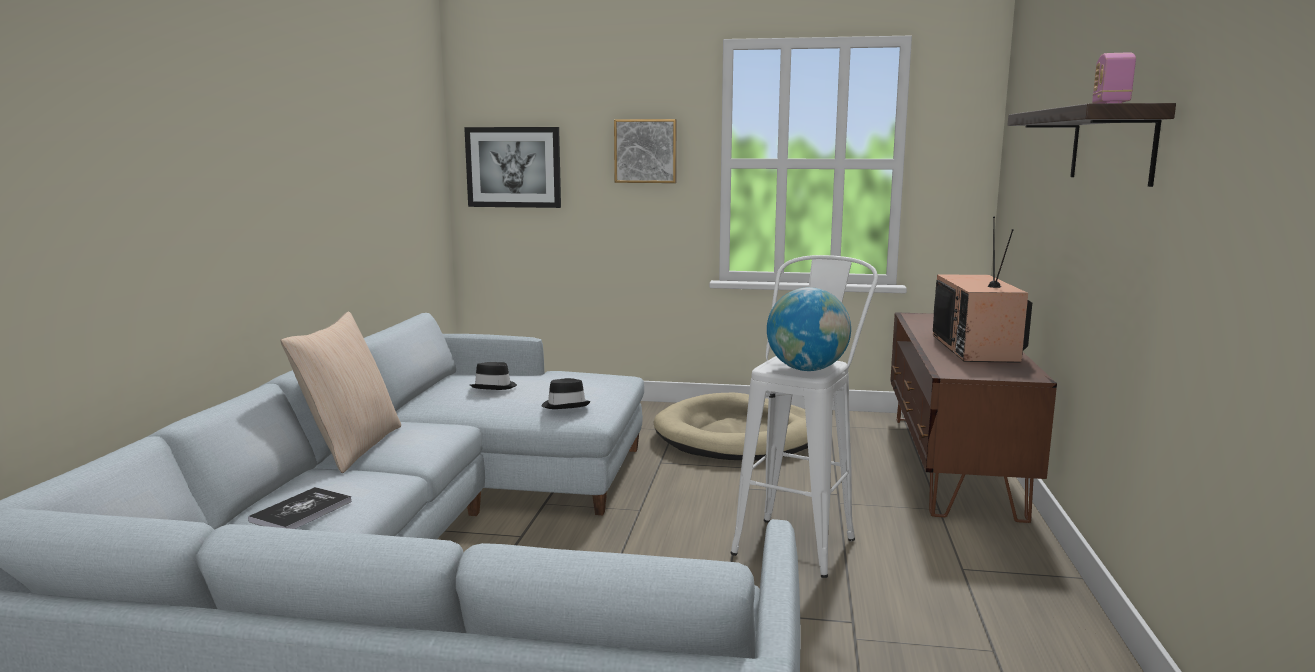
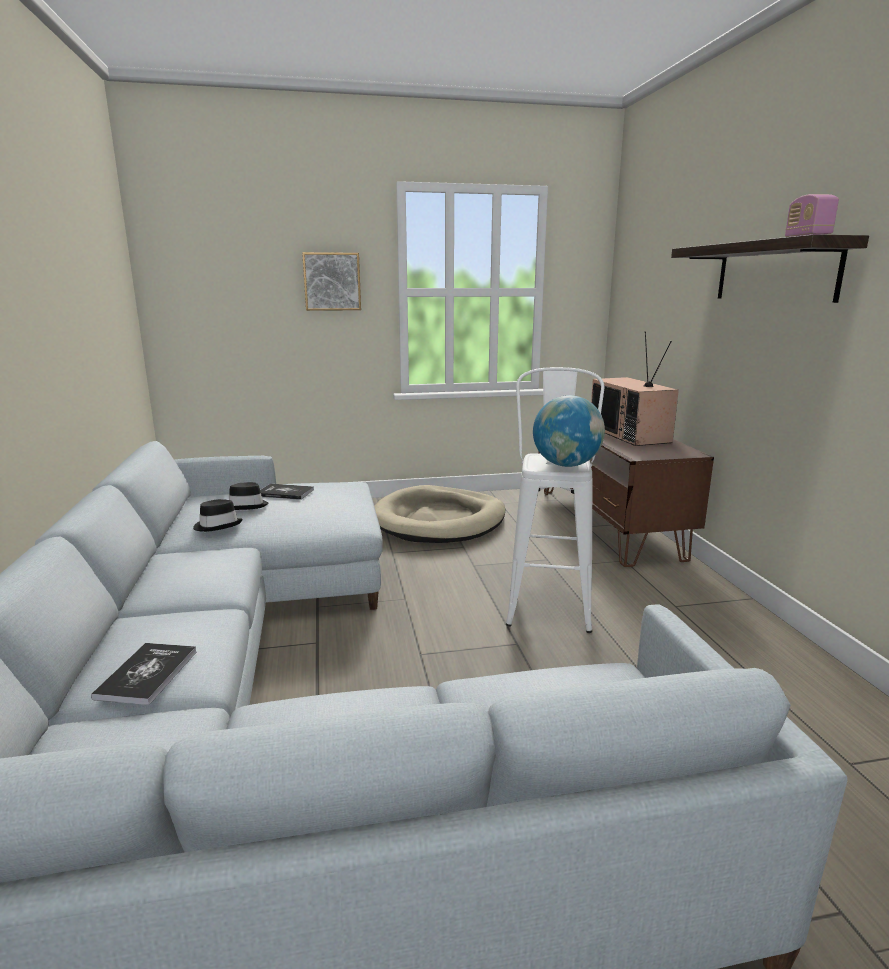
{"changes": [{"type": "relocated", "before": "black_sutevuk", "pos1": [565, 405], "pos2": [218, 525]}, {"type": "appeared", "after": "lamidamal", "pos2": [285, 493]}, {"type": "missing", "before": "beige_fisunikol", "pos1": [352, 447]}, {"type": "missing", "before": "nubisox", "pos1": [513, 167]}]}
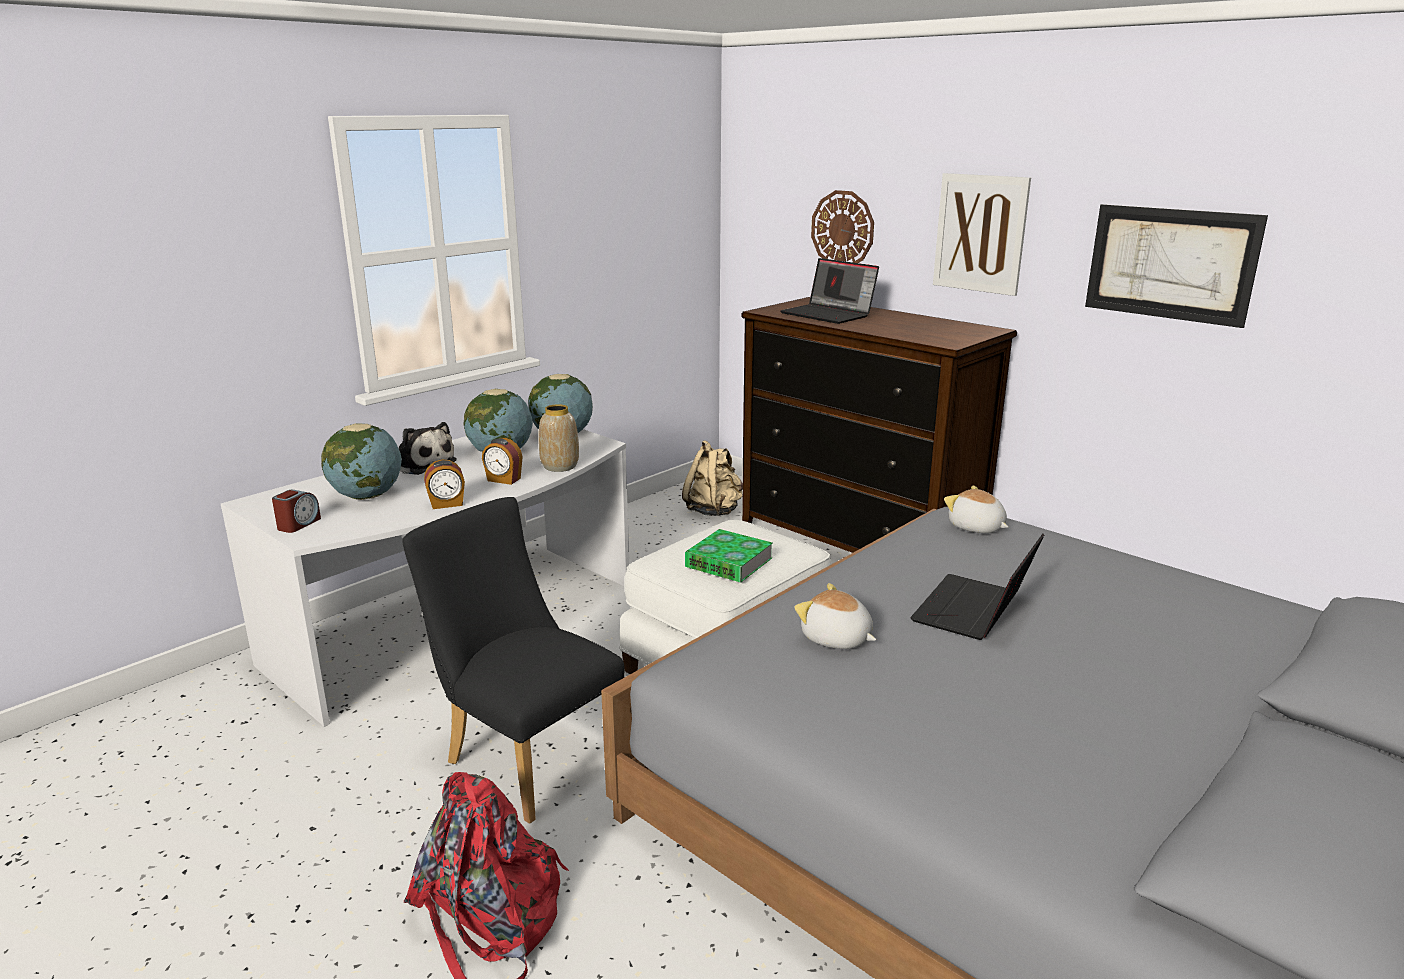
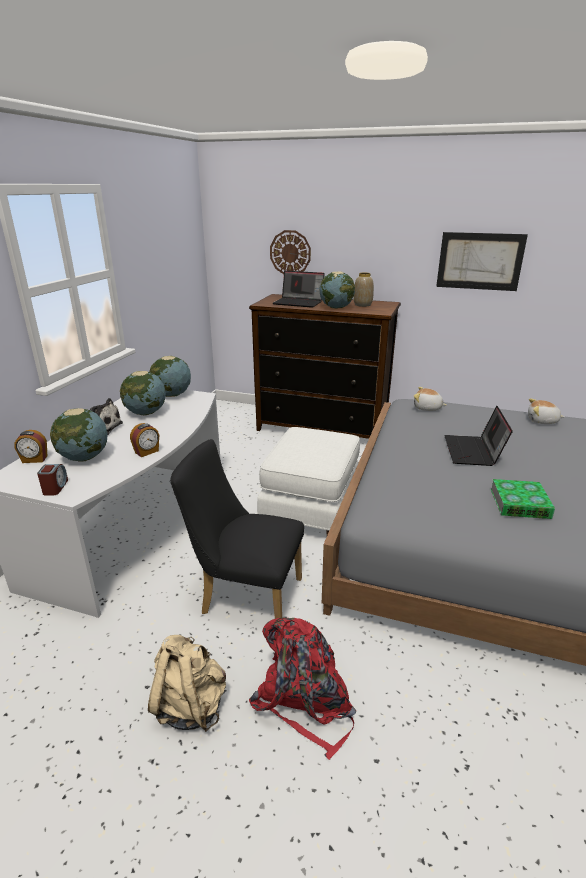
{"changes": [{"type": "relocated", "before": "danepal", "pos1": [503, 480], "pos2": [34, 459]}, {"type": "relocated", "before": "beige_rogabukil", "pos1": [714, 511], "pos2": [190, 705]}, {"type": "appeared", "after": "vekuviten", "pos2": [336, 308]}, {"type": "relocated", "before": "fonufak", "pos1": [560, 466], "pos2": [363, 305]}, {"type": "relocated", "before": "lamidamal", "pos1": [729, 562], "pos2": [519, 503]}, {"type": "relocated", "before": "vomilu", "pos1": [836, 639], "pos2": [542, 421]}, {"type": "missing", "before": "nubisox", "pos1": [980, 233]}]}
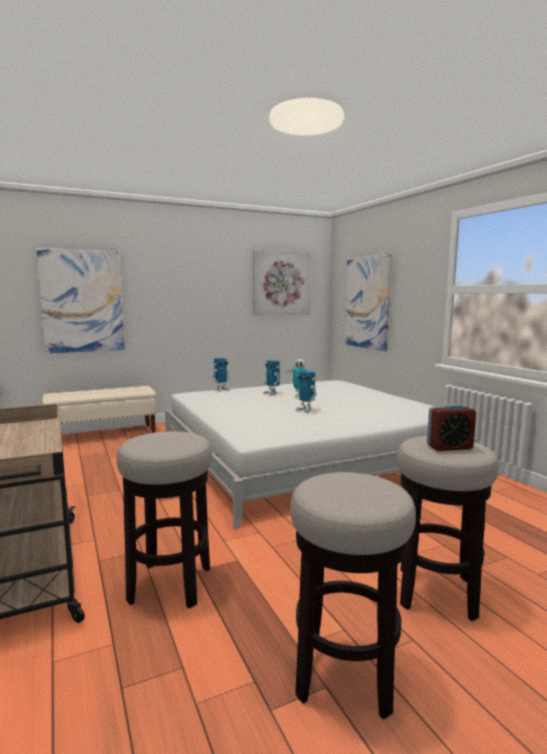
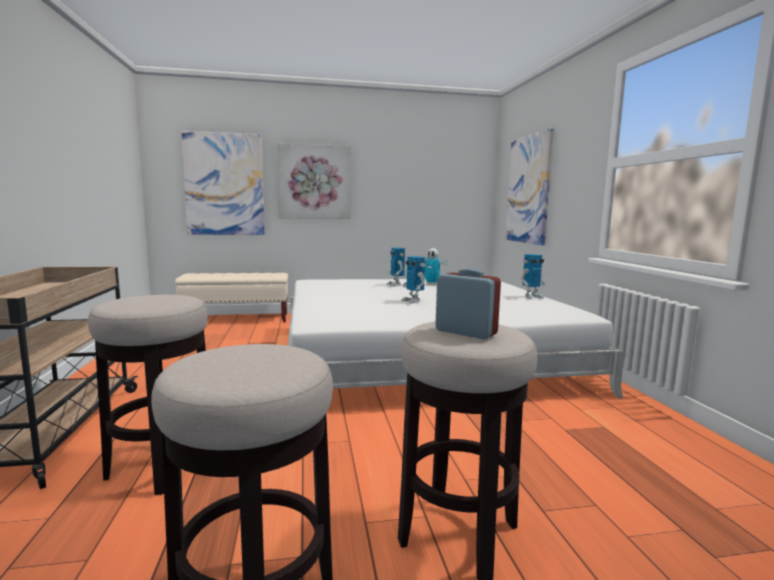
{"changes": [{"type": "relocated", "before": "nubisox", "pos1": [281, 283], "pos2": [314, 182]}, {"type": "spun", "before": "danepal", "pos1": [449, 447], "pos2": [466, 332], "turn": -150}, {"type": "relocated", "before": "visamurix", "pos1": [221, 390], "pos2": [531, 297]}]}
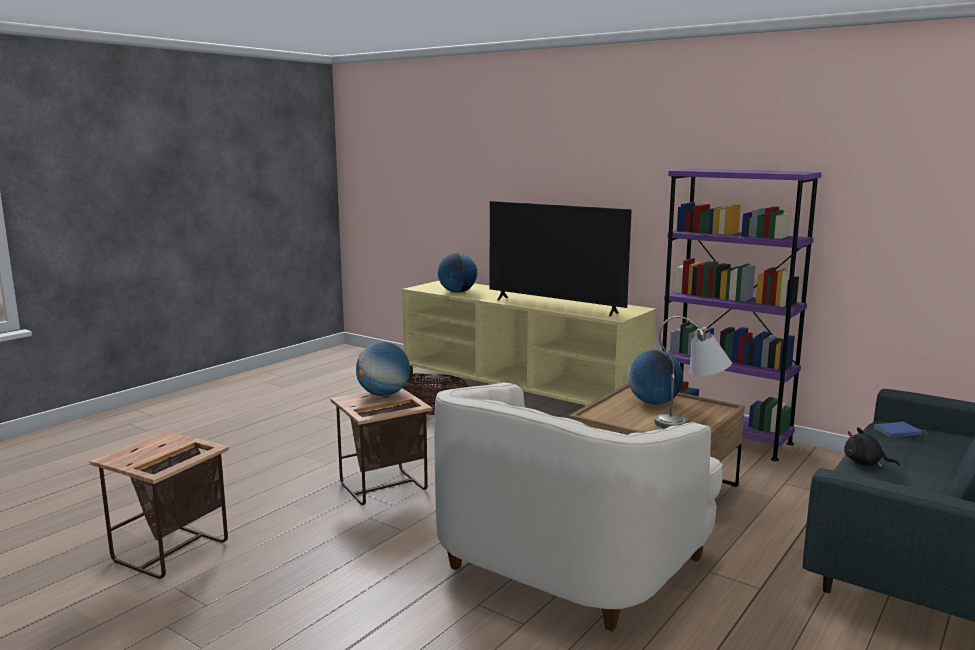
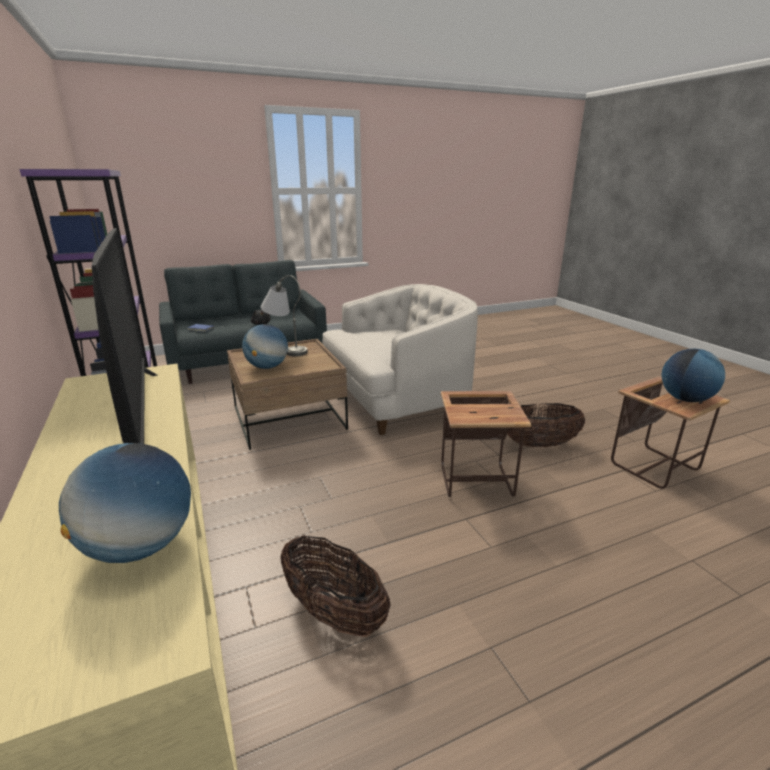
{"changes": [{"type": "appeared", "after": "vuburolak", "pos2": [540, 444]}, {"type": "relocated", "before": "vekuviten", "pos1": [383, 394], "pos2": [685, 399]}]}
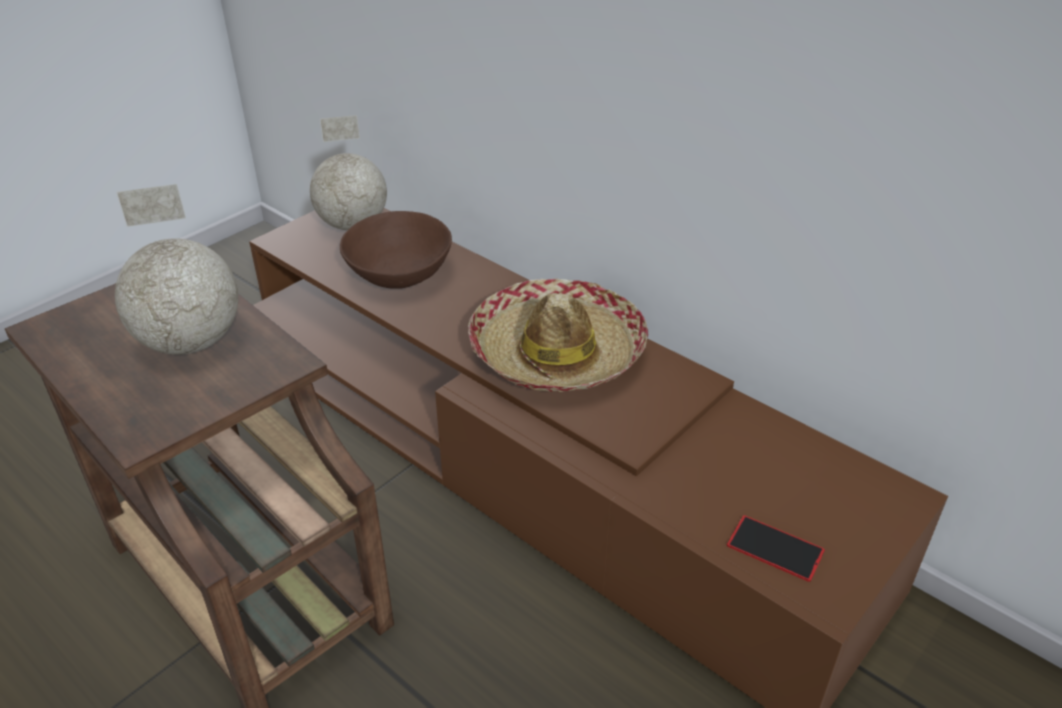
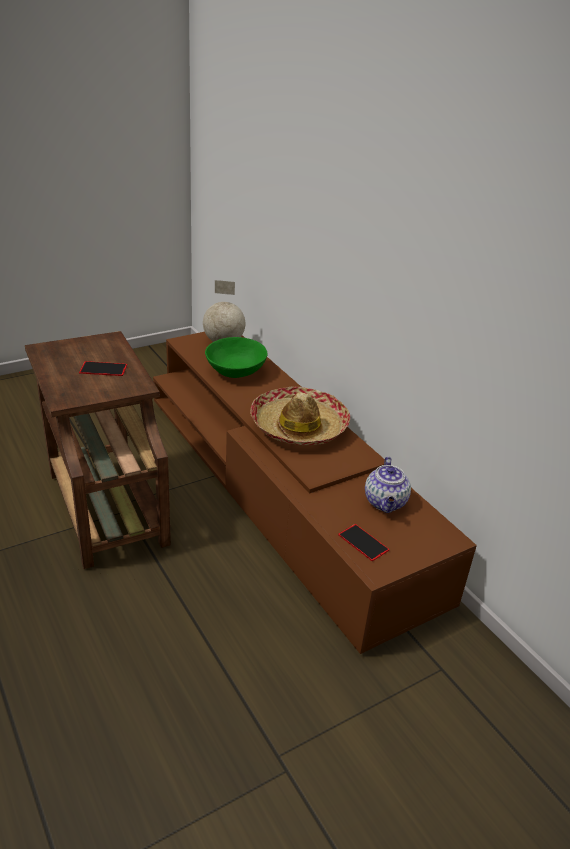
{"changes": [{"type": "exchanged", "before": "vekuviten", "after": "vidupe", "pos1": [192, 343], "pos2": [103, 369]}, {"type": "colour", "before": "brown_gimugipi", "after": "green_gimugipi", "pos1": [398, 273], "pos2": [235, 371]}, {"type": "appeared", "after": "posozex", "pos2": [385, 503]}]}
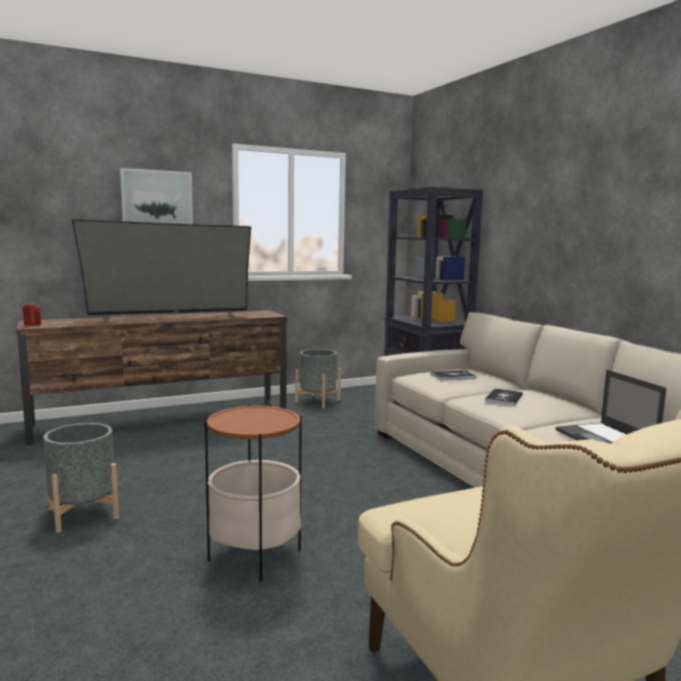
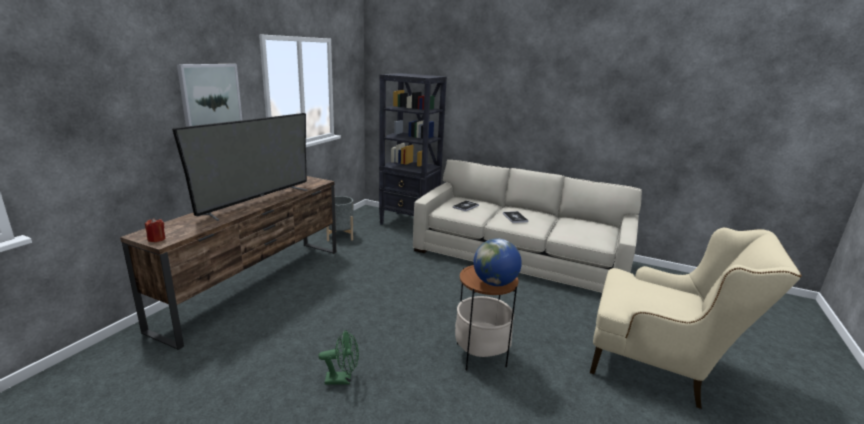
{"changes": [{"type": "exchanged", "before": "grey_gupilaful", "after": "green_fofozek", "pos1": [83, 513], "pos2": [342, 379]}, {"type": "appeared", "after": "vekuviten", "pos2": [495, 283]}, {"type": "missing", "before": "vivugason", "pos1": [606, 440]}]}
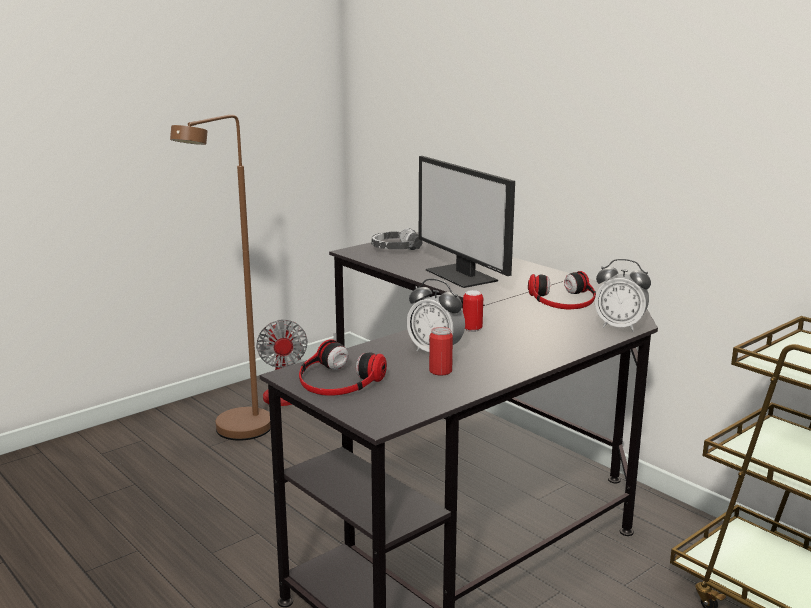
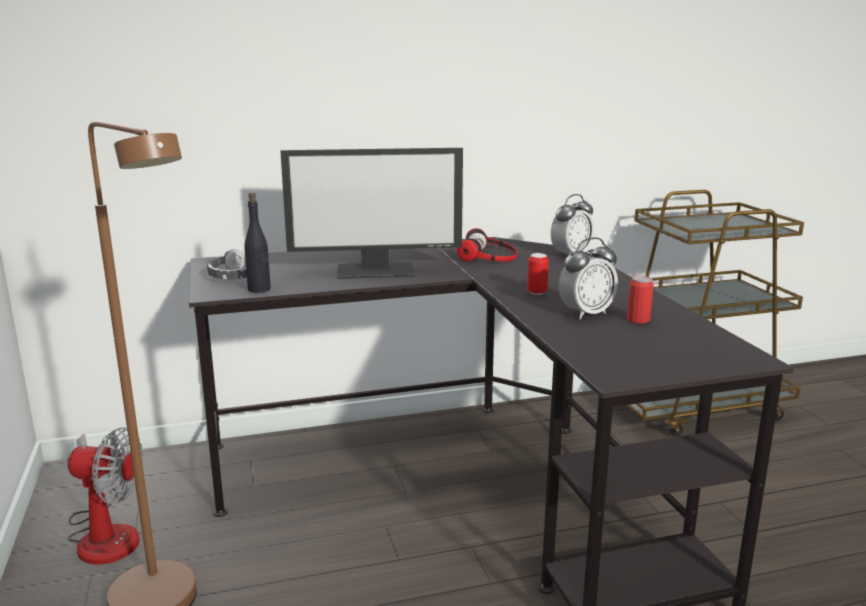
{"changes": [{"type": "appeared", "after": "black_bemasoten", "pos2": [259, 289]}, {"type": "missing", "before": "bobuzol", "pos1": [338, 380]}]}
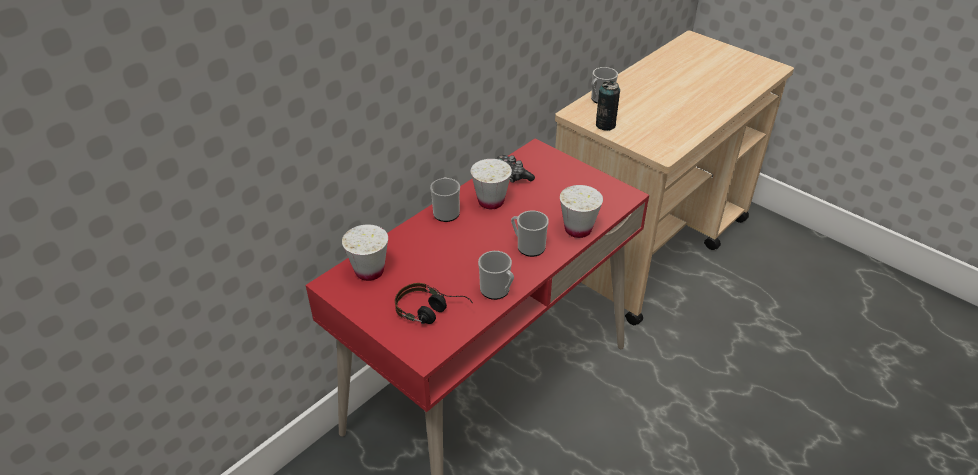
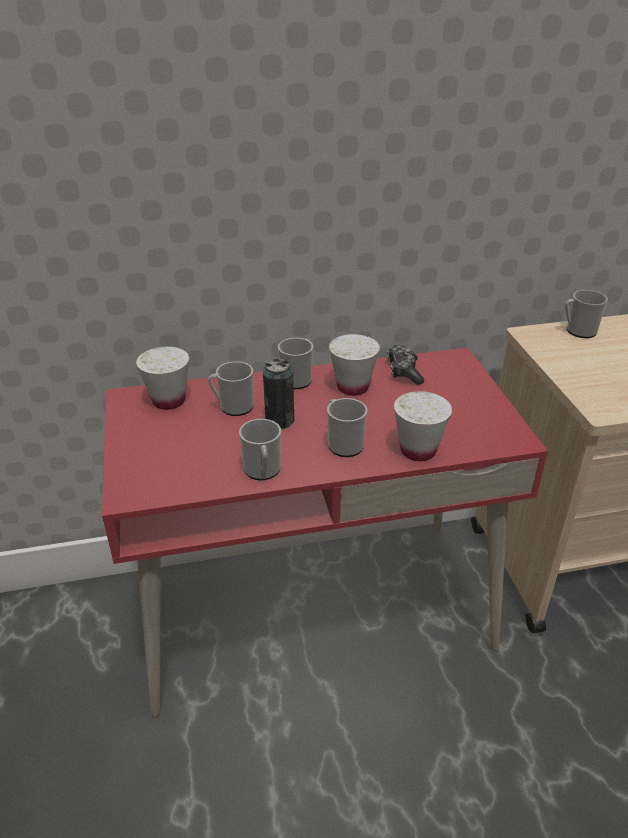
{"changes": [{"type": "appeared", "after": "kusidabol", "pos2": [233, 407]}, {"type": "relocated", "before": "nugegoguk", "pos1": [605, 125], "pos2": [279, 421]}, {"type": "missing", "before": "bobuzol", "pos1": [433, 313]}]}
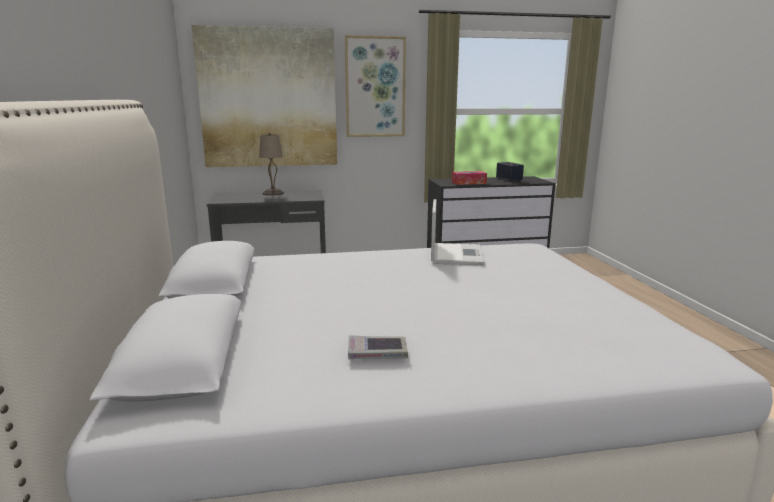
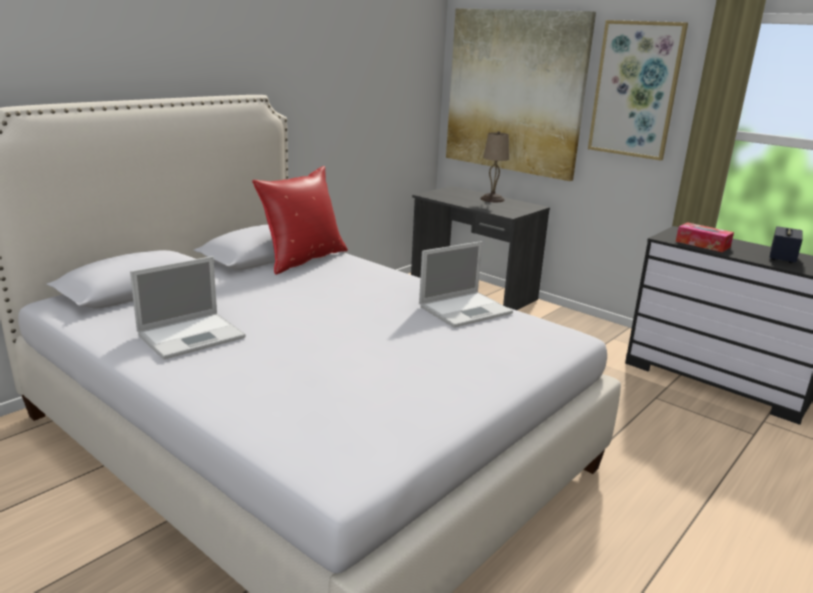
{"changes": [{"type": "exchanged", "before": "lamidamal", "after": "vivugason", "pos1": [377, 353], "pos2": [193, 335]}, {"type": "appeared", "after": "red_fisunikol", "pos2": [303, 259]}]}
